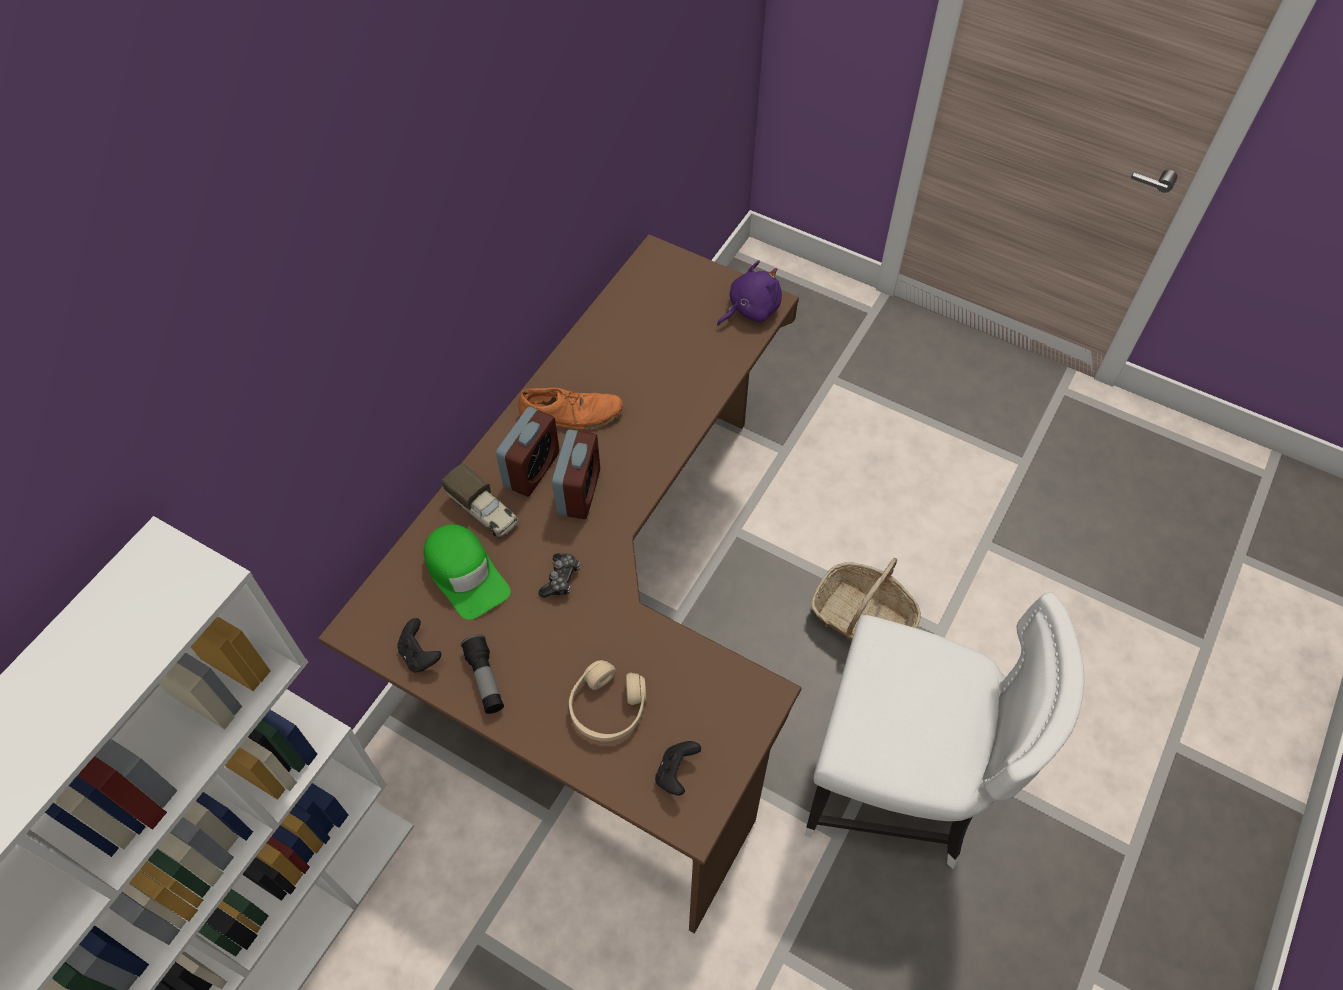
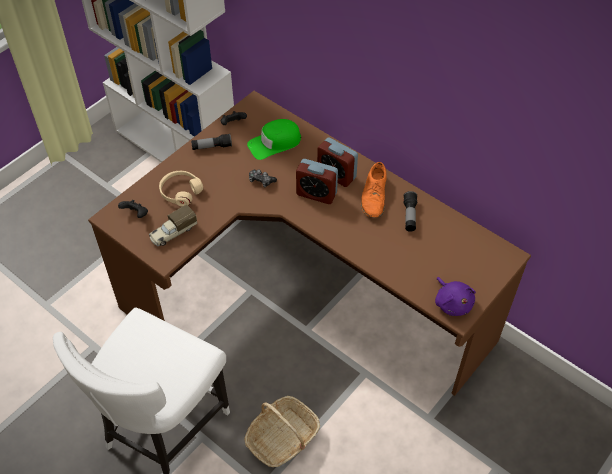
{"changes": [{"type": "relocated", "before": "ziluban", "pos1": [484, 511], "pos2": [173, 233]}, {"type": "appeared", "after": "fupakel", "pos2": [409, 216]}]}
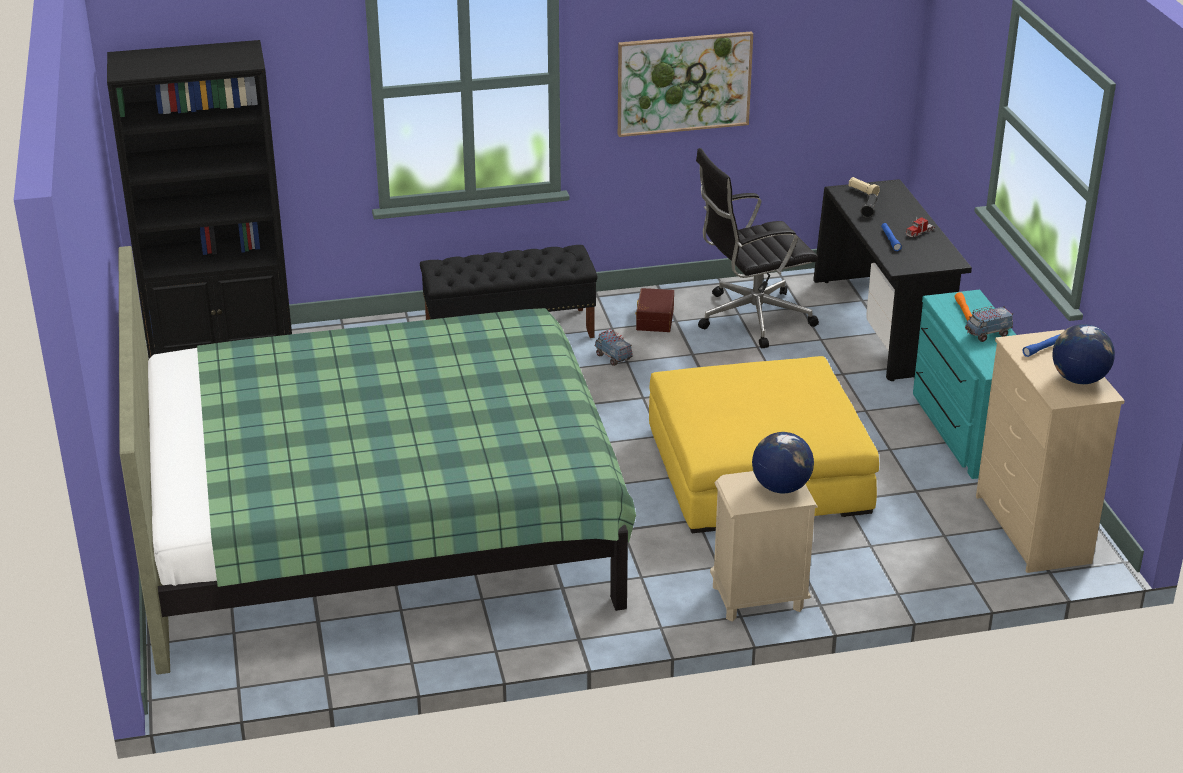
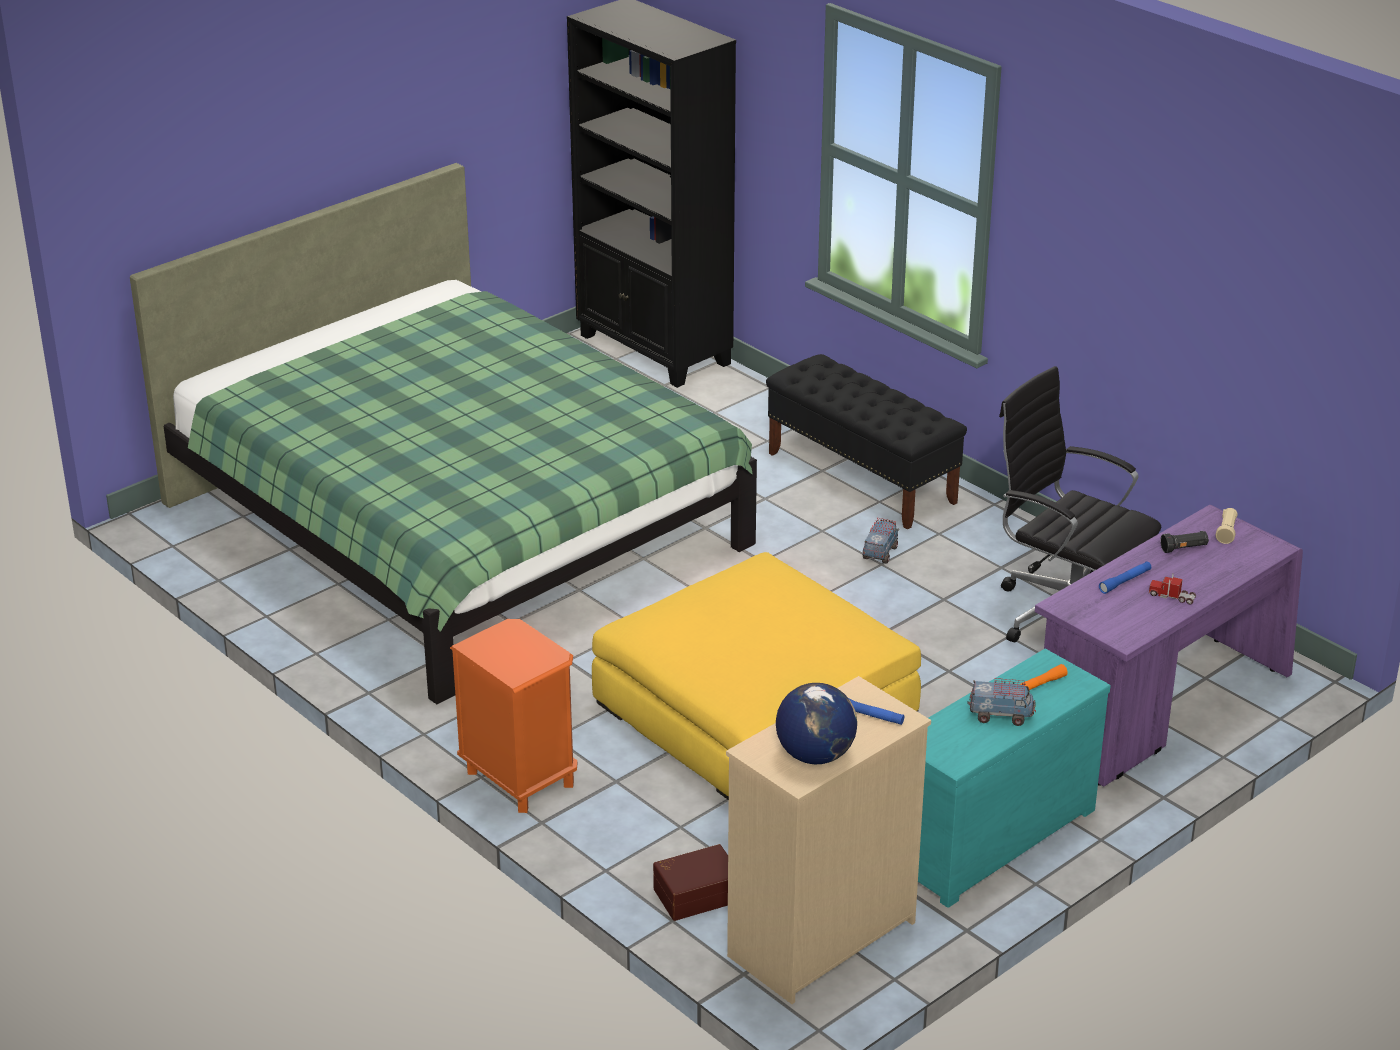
{"changes": [{"type": "colour", "before": "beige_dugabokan", "after": "orange_dugabokan", "pos1": [757, 599], "pos2": [519, 779]}, {"type": "relocated", "before": "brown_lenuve", "pos1": [653, 319], "pos2": [696, 893]}, {"type": "spun", "before": "ziluban", "pos1": [987, 334], "pos2": [1000, 715], "turn": 150}, {"type": "colour", "before": "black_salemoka", "after": "purple_salemoka", "pos1": [882, 327], "pos2": [1159, 710]}, {"type": "missing", "before": "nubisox", "pos1": [684, 83]}, {"type": "missing", "before": "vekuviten", "pos1": [780, 487]}]}
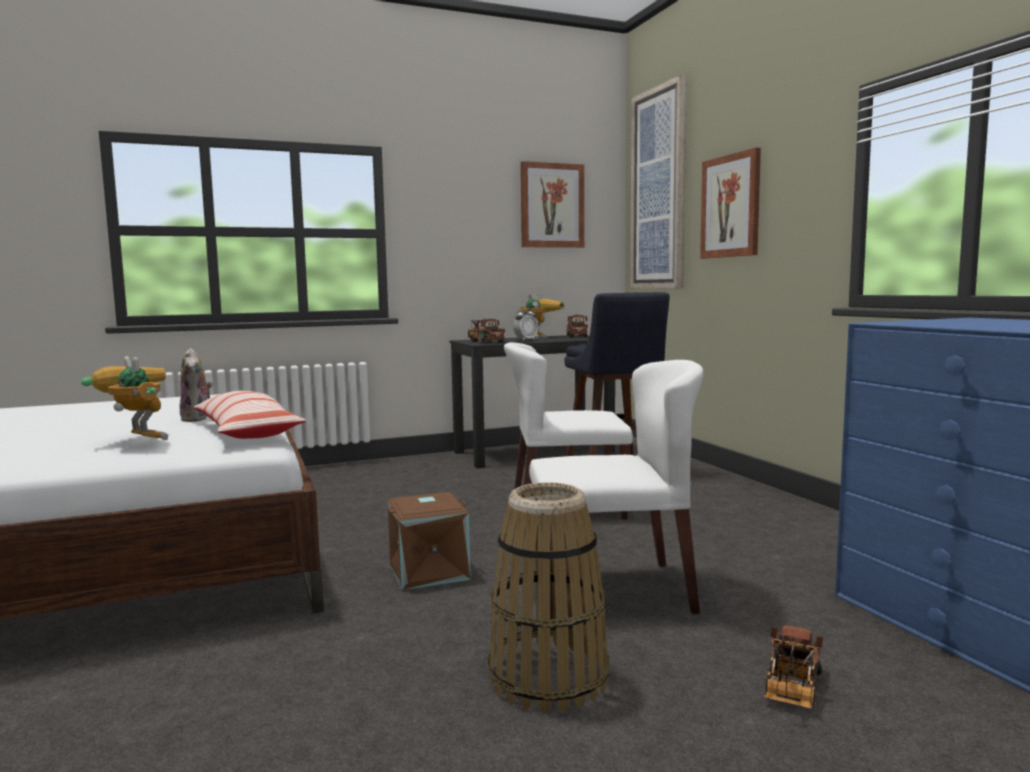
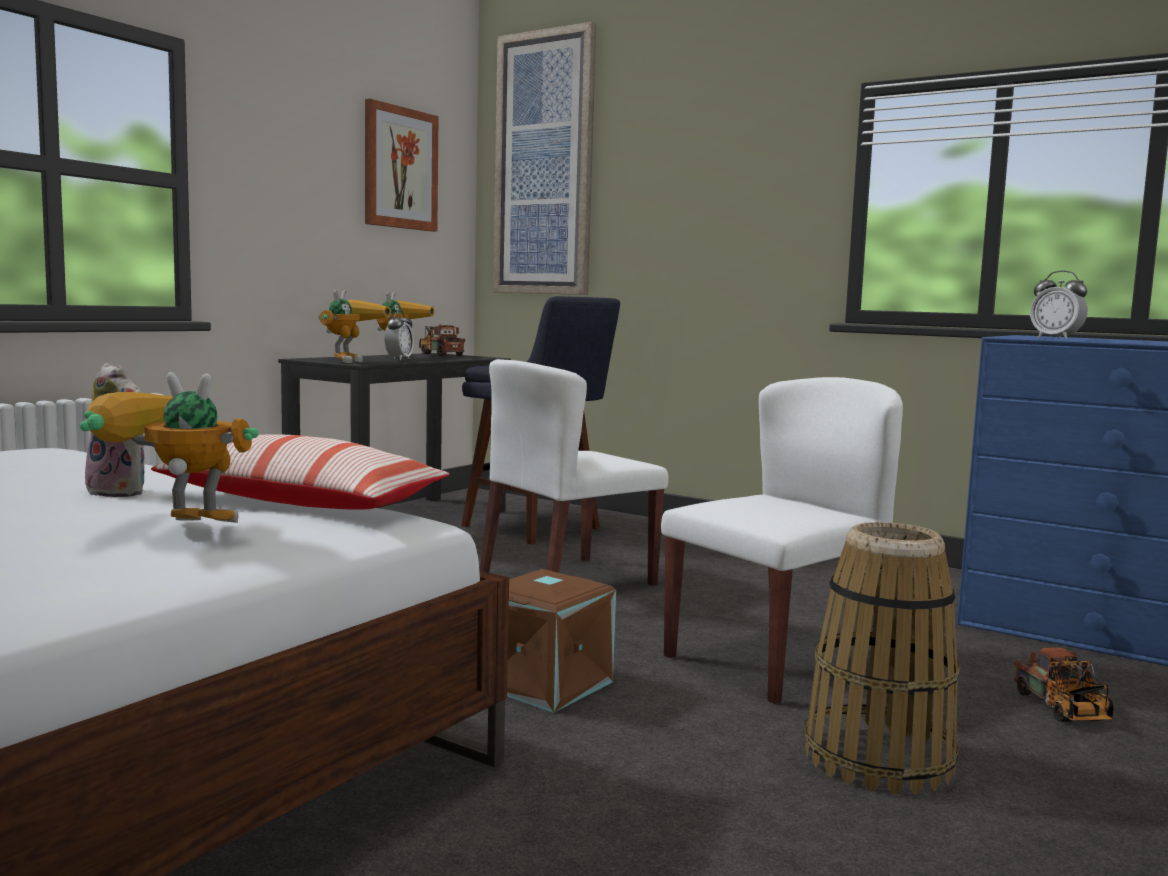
{"changes": [{"type": "exchanged", "before": "ziluban", "after": "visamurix", "pos1": [484, 342], "pos2": [350, 361]}, {"type": "appeared", "after": "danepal", "pos2": [1055, 338]}, {"type": "missing", "before": "nubisox", "pos1": [731, 206]}]}
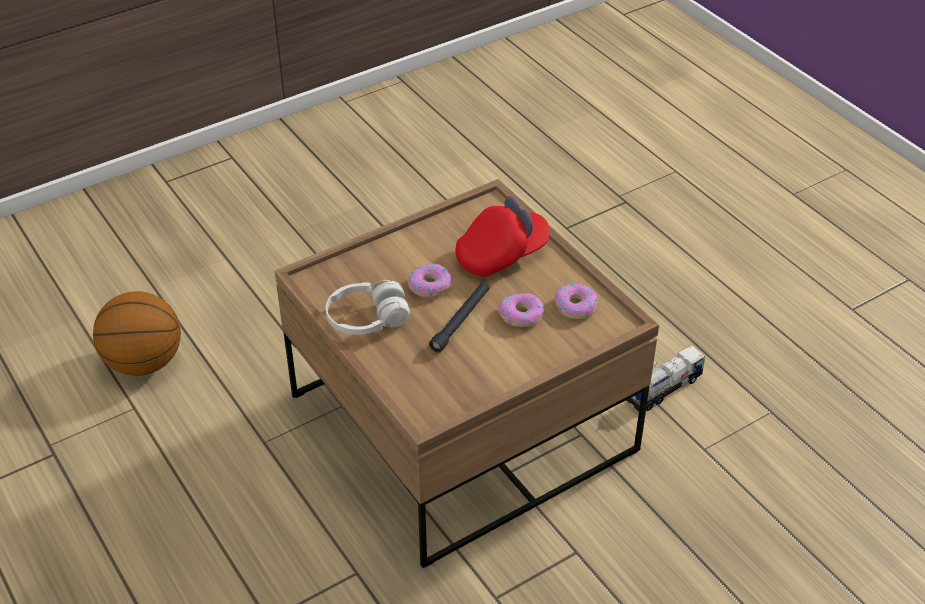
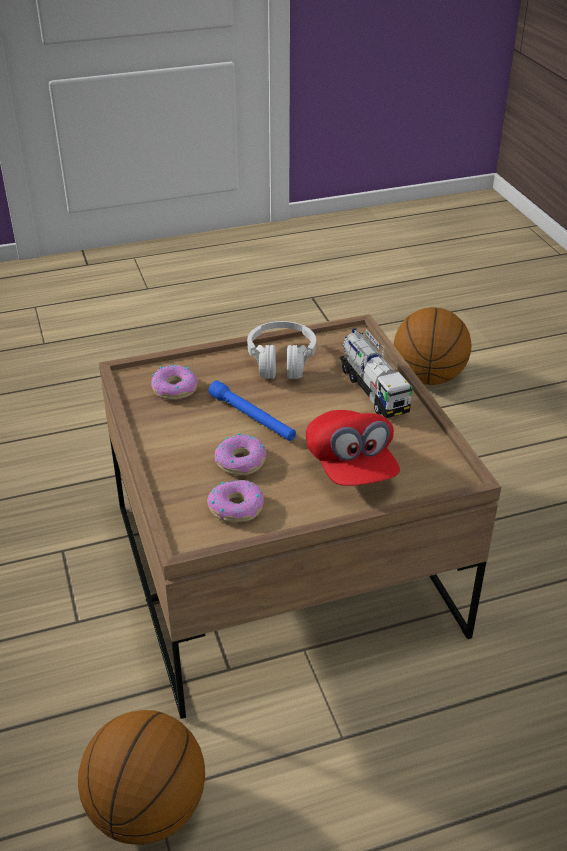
{"changes": [{"type": "appeared", "after": "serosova", "pos2": [147, 810]}, {"type": "relocated", "before": "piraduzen", "pos1": [430, 285], "pos2": [175, 388]}, {"type": "colour", "before": "black_fupakel", "after": "blue_fupakel", "pos1": [461, 320], "pos2": [252, 418]}, {"type": "relocated", "before": "ziluban", "pos1": [663, 389], "pos2": [373, 390]}]}
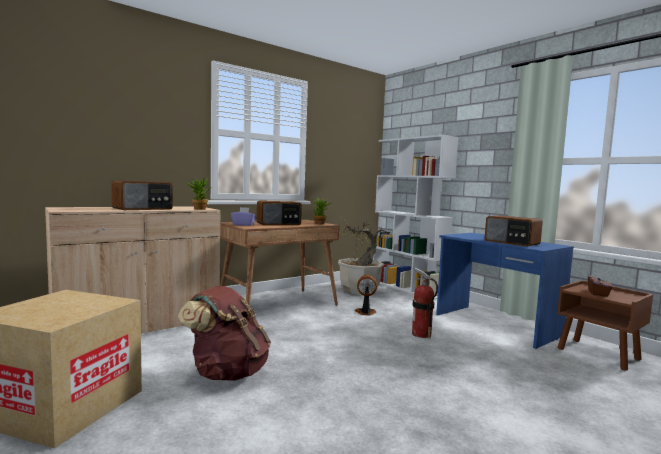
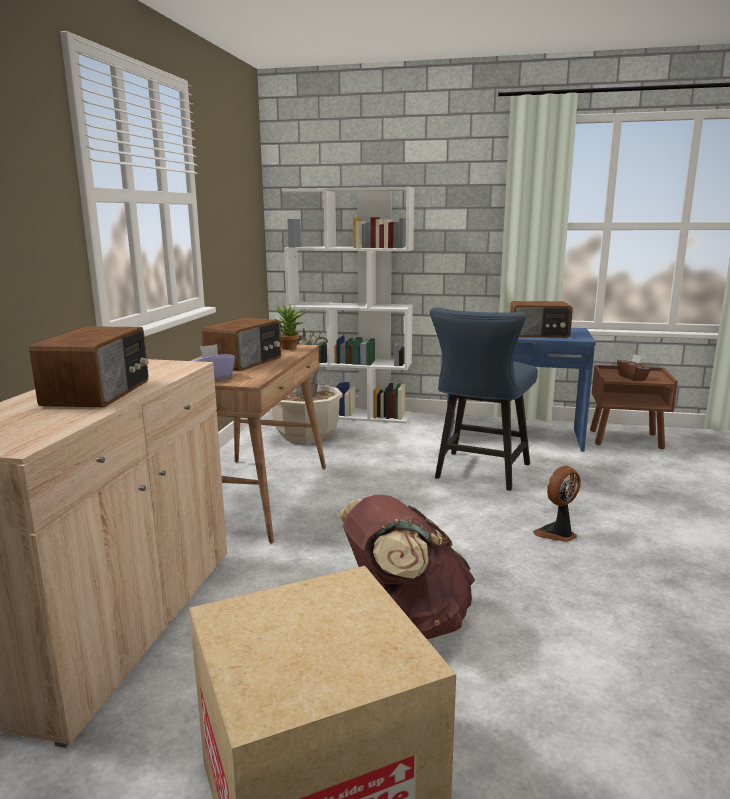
{"changes": [{"type": "exchanged", "before": "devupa", "after": "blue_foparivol", "pos1": [421, 334], "pos2": [479, 473]}, {"type": "relocated", "before": "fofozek", "pos1": [365, 313], "pos2": [557, 534]}, {"type": "missing", "before": "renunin", "pos1": [198, 209]}]}
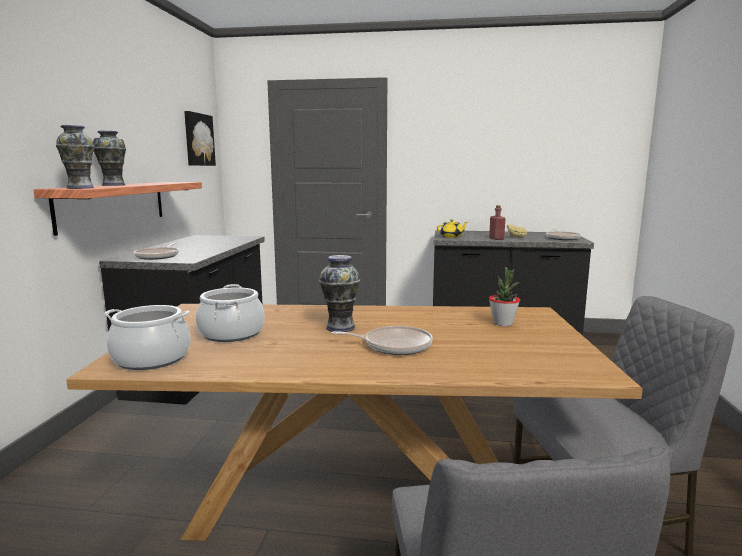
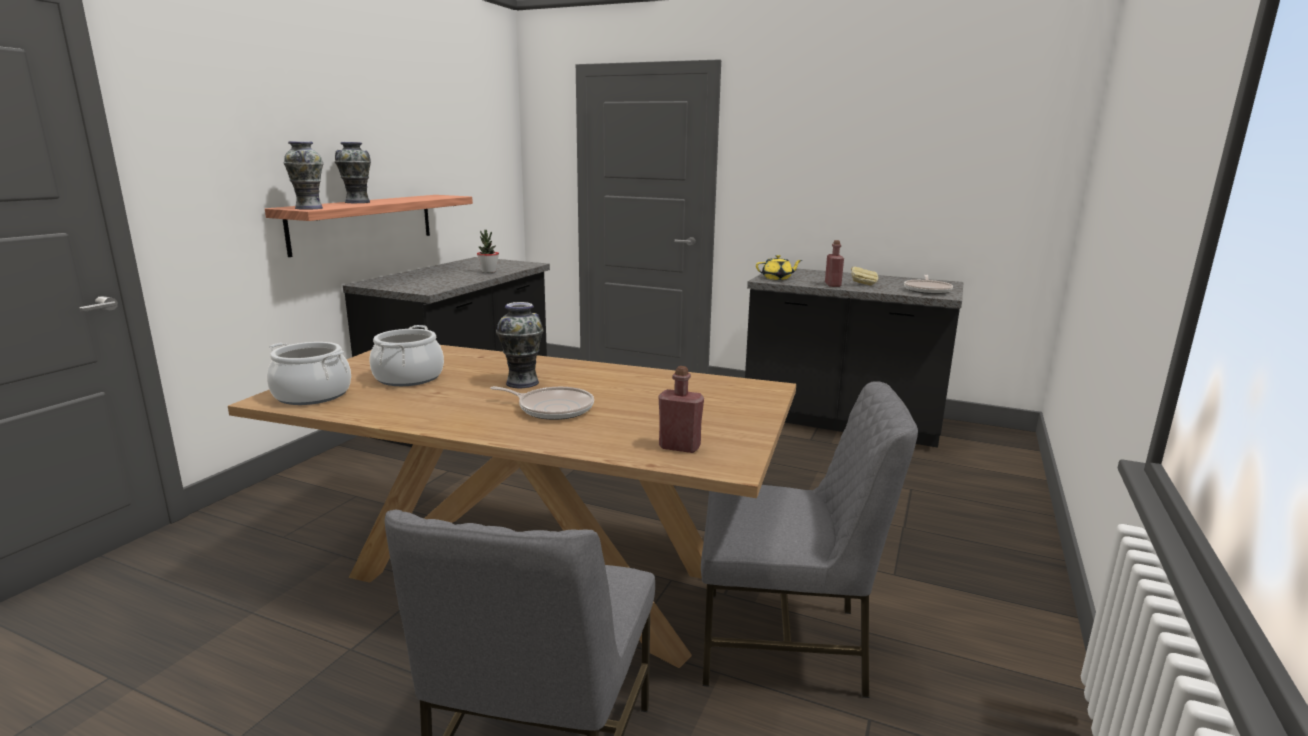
{"changes": [{"type": "relocated", "before": "renunin", "pos1": [503, 323], "pos2": [488, 271]}, {"type": "appeared", "after": "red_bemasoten", "pos2": [679, 447]}, {"type": "missing", "before": "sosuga", "pos1": [158, 256]}, {"type": "missing", "before": "nubisox", "pos1": [198, 139]}]}
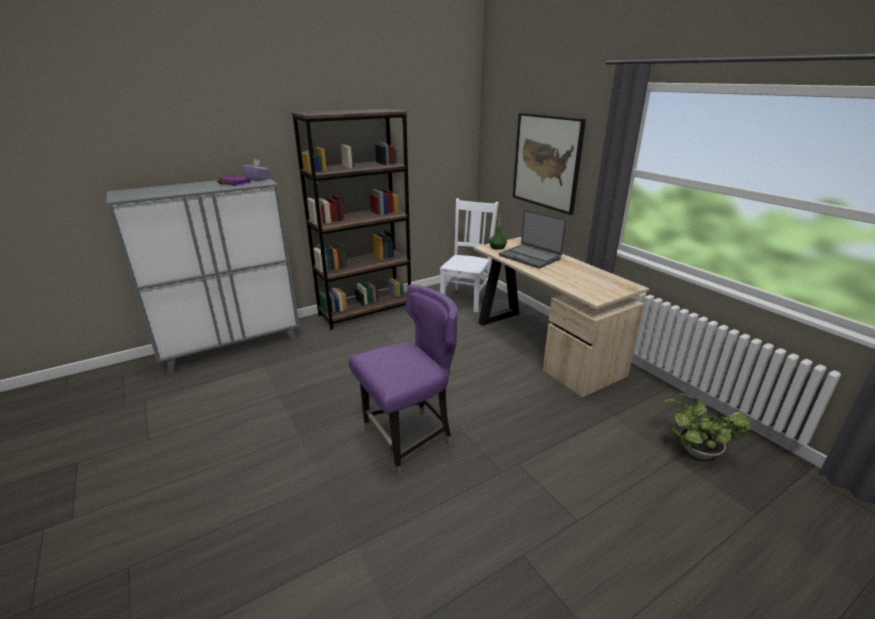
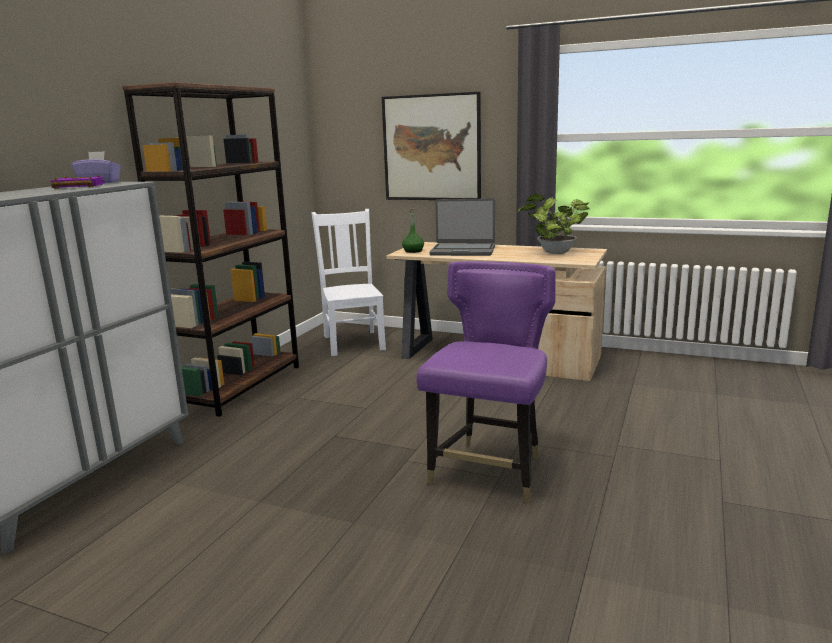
{"changes": [{"type": "relocated", "before": "renunin", "pos1": [694, 451], "pos2": [553, 253]}]}
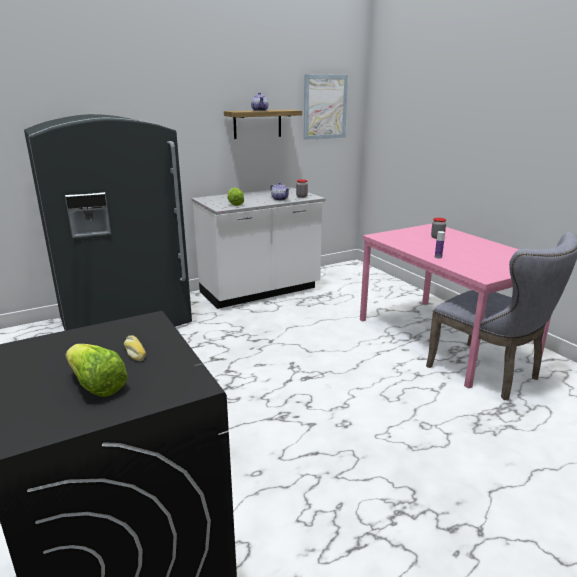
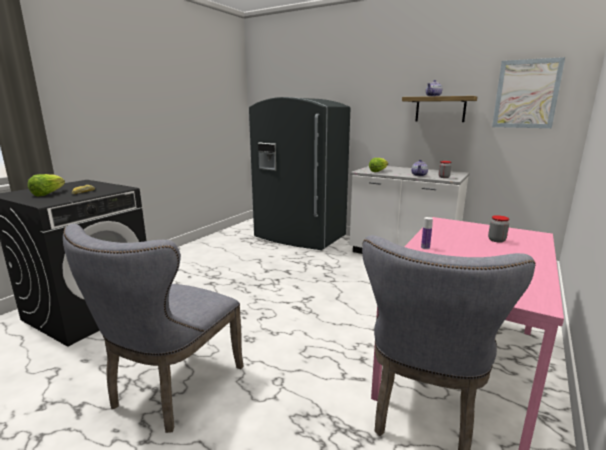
{"changes": [{"type": "appeared", "after": "grey_foparivol", "pos2": [171, 389]}]}
